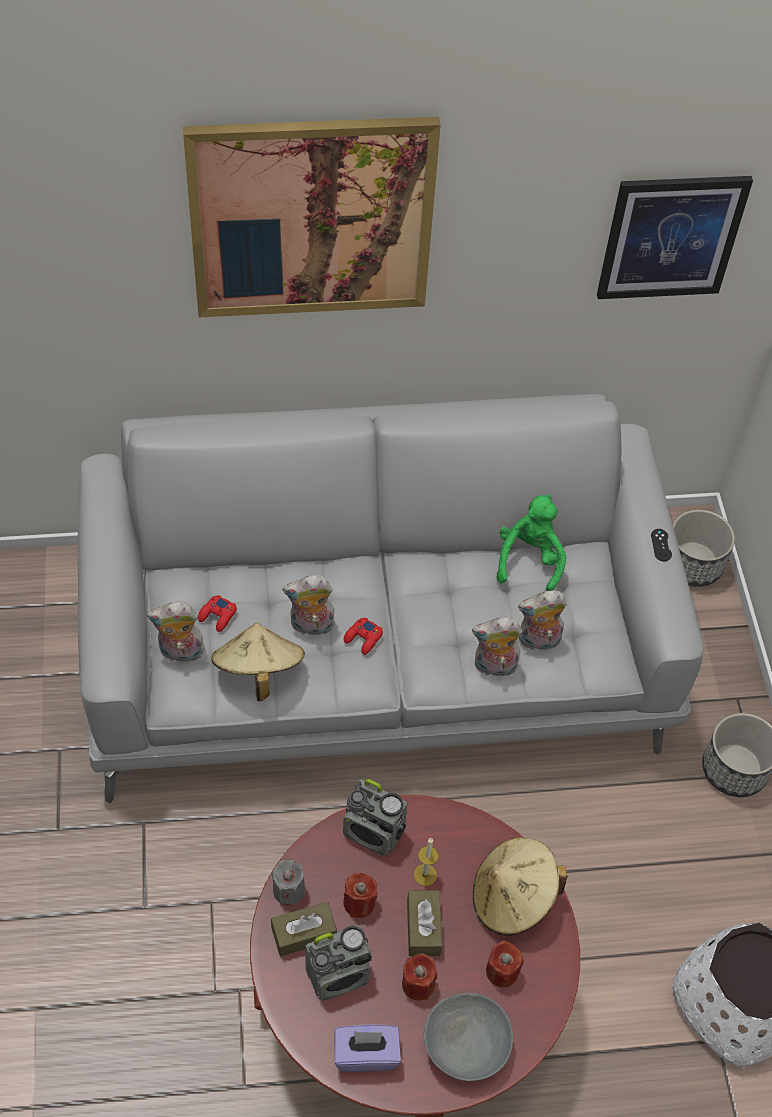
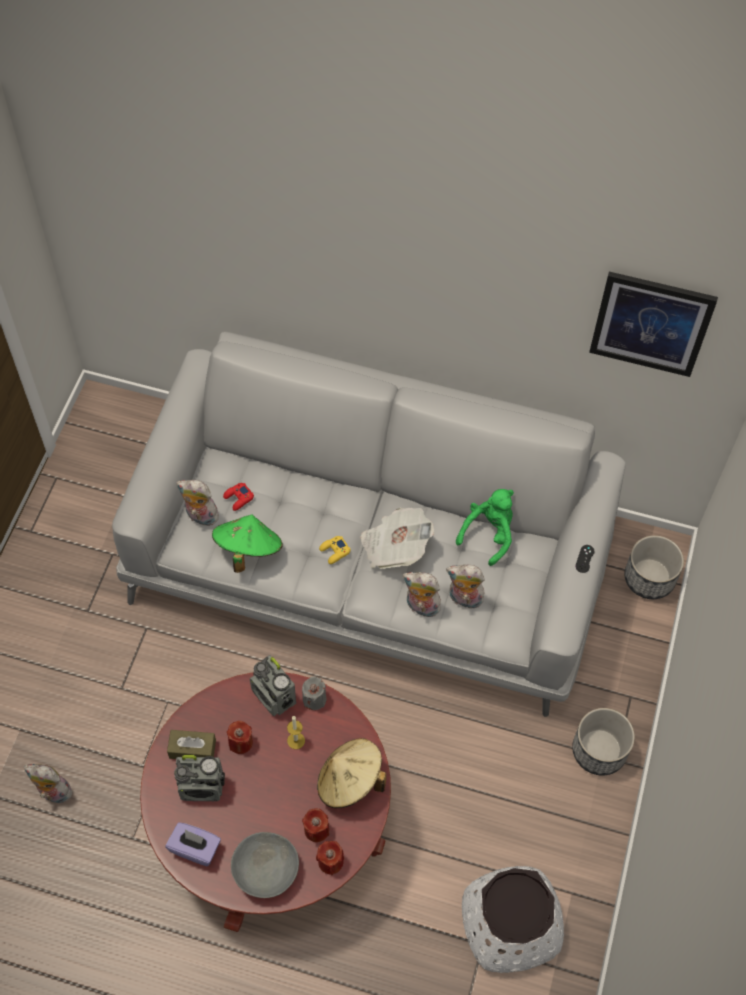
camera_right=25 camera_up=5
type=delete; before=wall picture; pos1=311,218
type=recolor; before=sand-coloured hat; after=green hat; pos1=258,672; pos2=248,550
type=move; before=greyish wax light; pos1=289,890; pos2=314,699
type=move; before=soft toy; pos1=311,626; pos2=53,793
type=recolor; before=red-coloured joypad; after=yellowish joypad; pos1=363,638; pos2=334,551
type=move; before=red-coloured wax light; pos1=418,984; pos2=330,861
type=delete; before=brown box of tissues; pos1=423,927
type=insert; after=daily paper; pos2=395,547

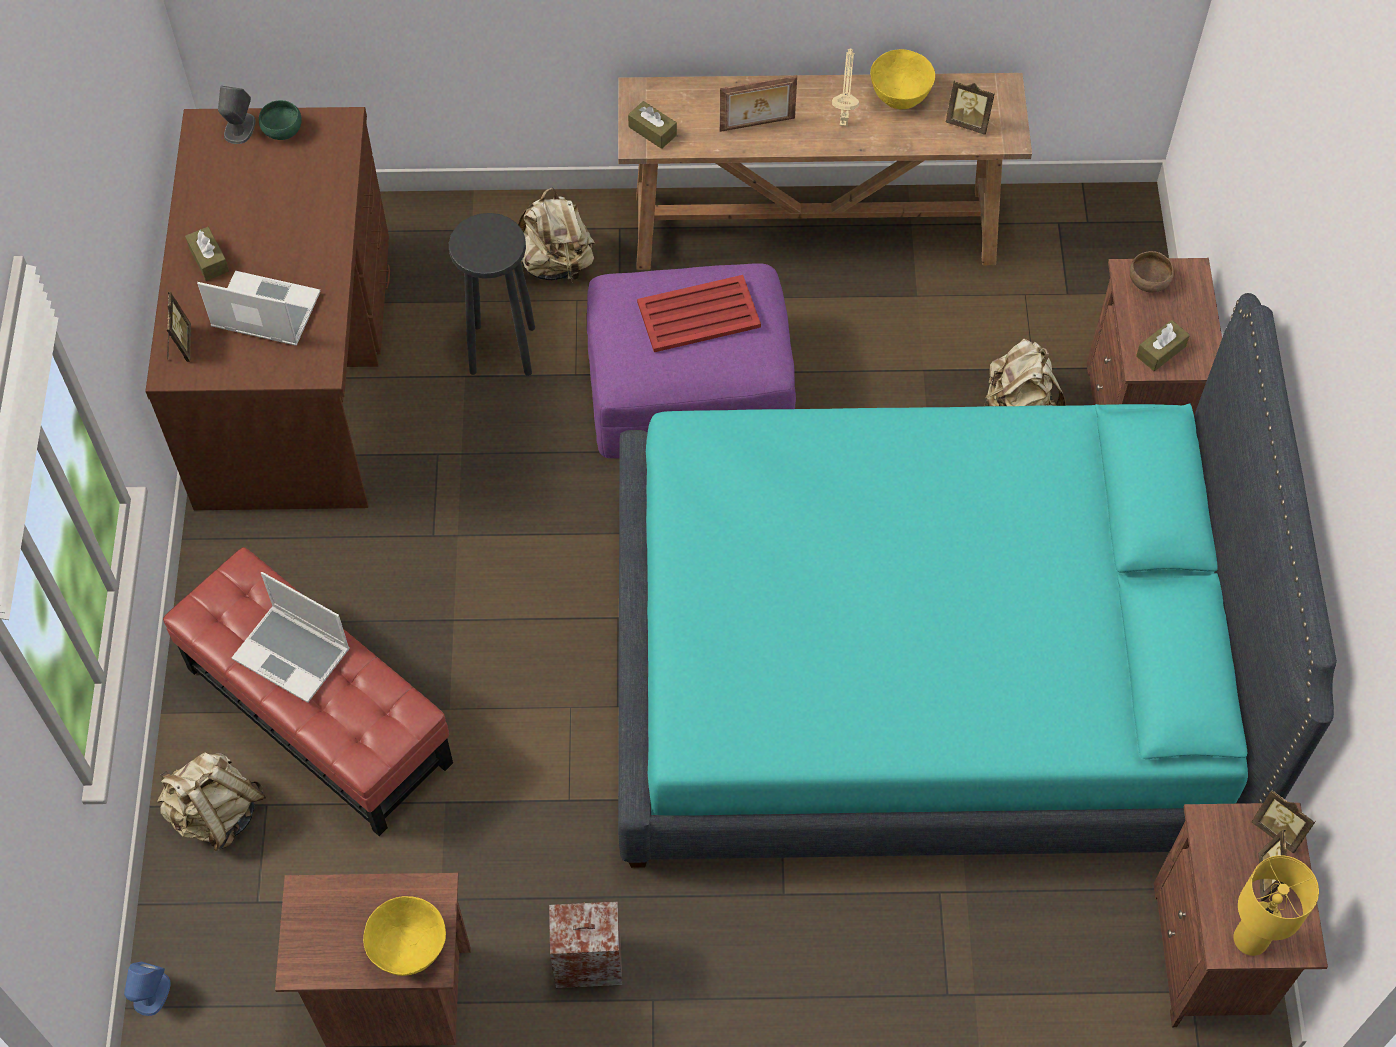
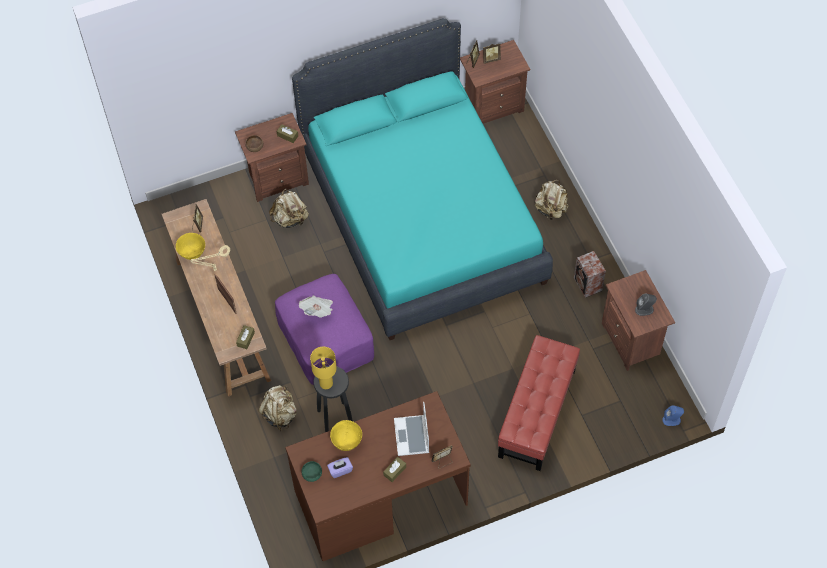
camera_right=-110 camera_up=0
type=move; before=sand-coloured rucksack; pos1=216,814; pos2=551,209
type=move; before=greyish speaker; pos1=239,128; pos2=644,309
type=delete; before=portable computer; pos1=294,654
type=move; before=yellowish serving bowl; pos1=409,948; pos2=346,442
type=replace; before=red-coloured carrying tray; after=daily paper; pos1=700,315; pos2=318,310
type=move; before=yellowish table lamp; pos1=1251,940; pos2=326,383
type=insert; after=purple-coloured box of tissues; pos2=340,470

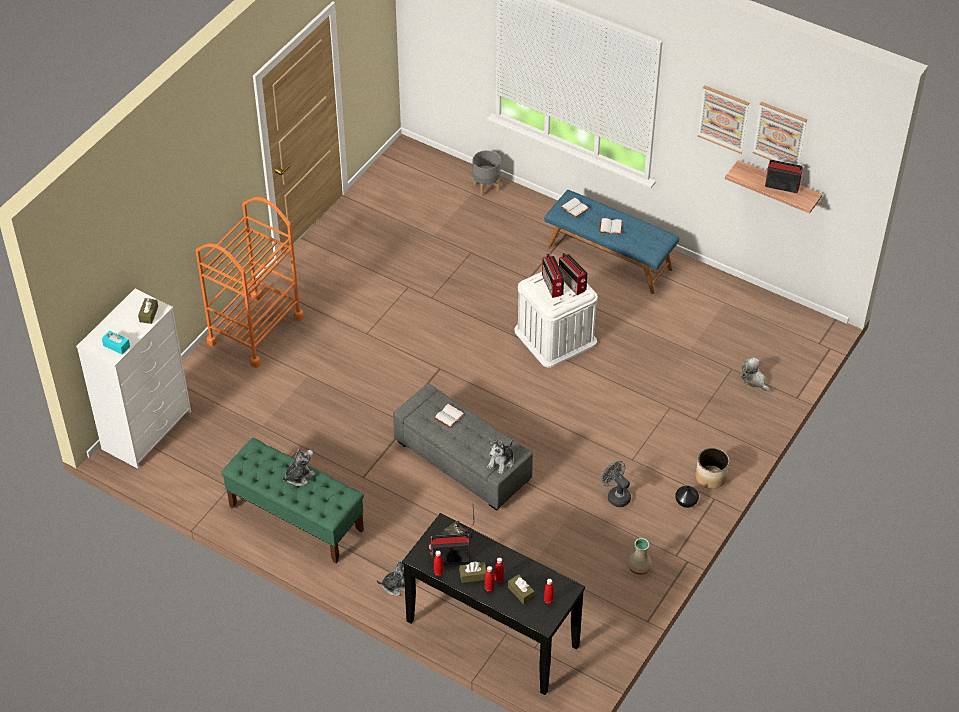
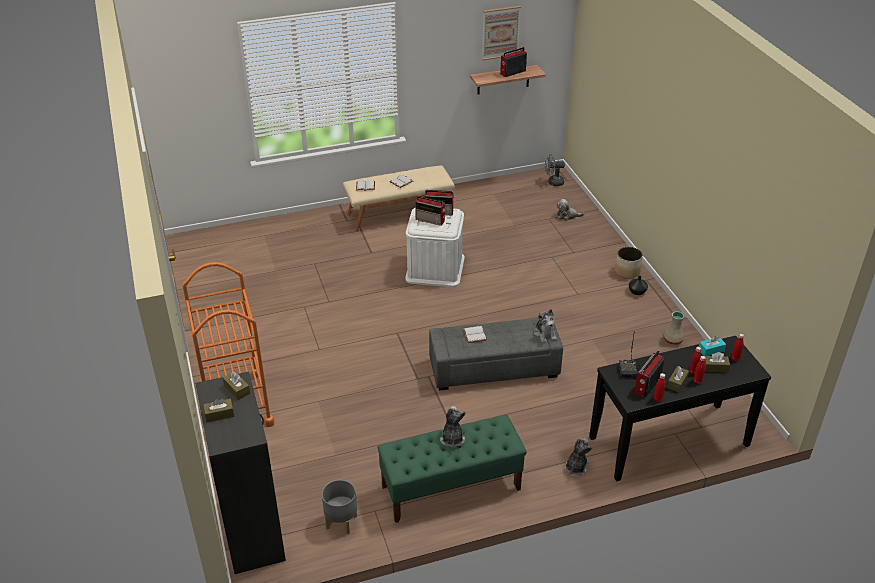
camera_right=-50 camera_up=-10
type=recolor; before=white drawer chest; after=black-coloured drawer chest; pos1=147,429; pos2=252,529
type=move; before=blue-green box of tissues; pos1=116,346; pos2=711,350
type=move; before=greyish flower pot; pos1=486,187; pos2=342,522
type=recolor; before=blue bench; after=sand-coloured bench; pos1=609,257; pos2=399,213
type=move; before=greyish electric fan; pos1=616,495; pos2=553,182
type=delete; before=wall picture; pos1=723,118
type=insert; after=brown box of tissues; pos2=219,414

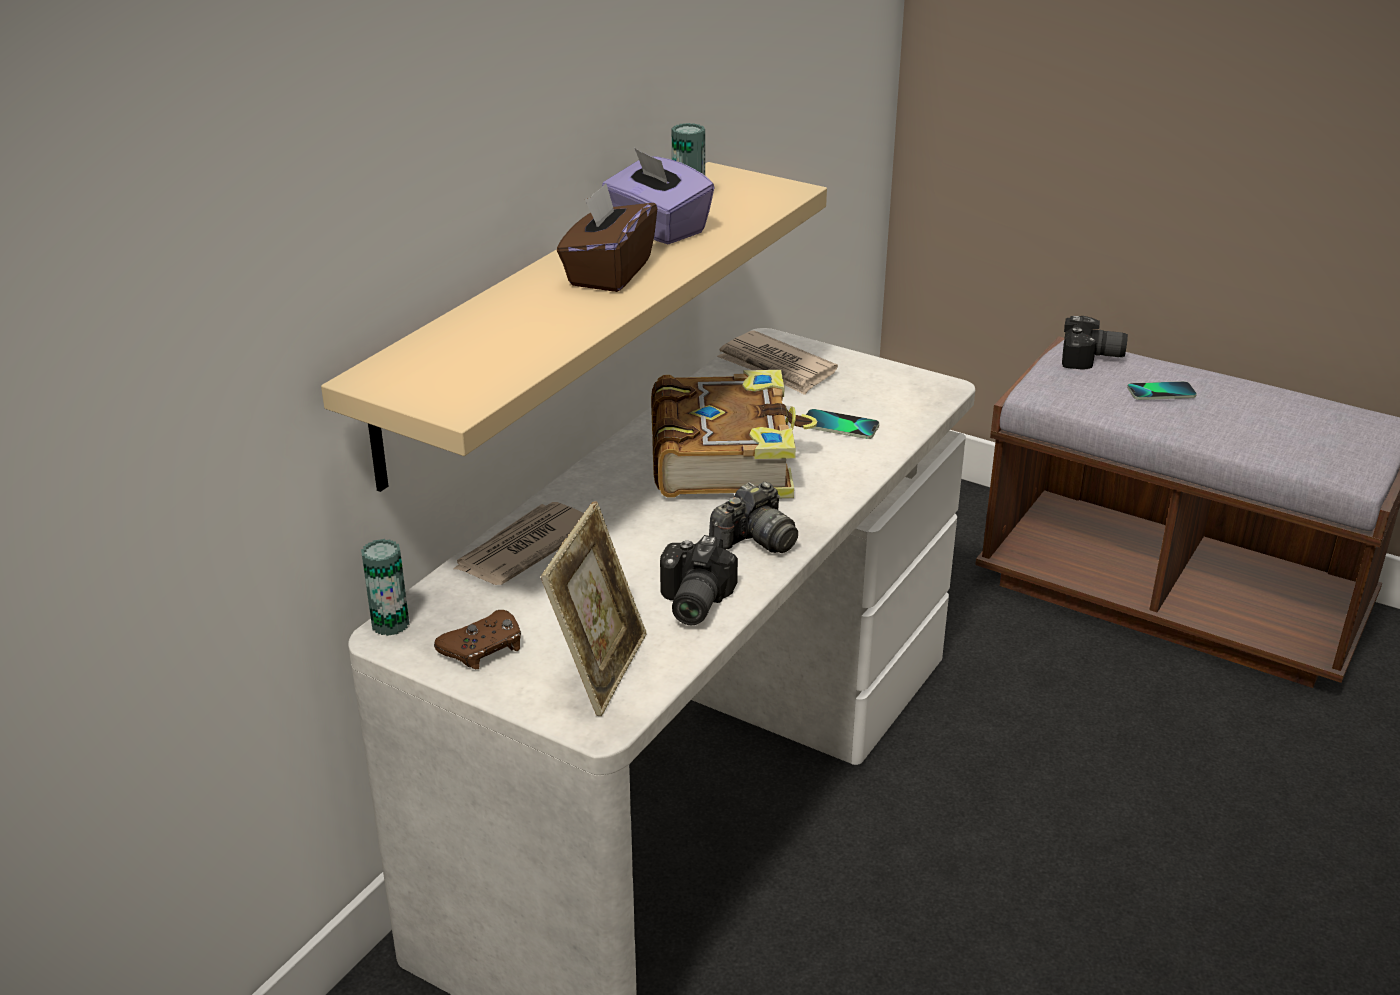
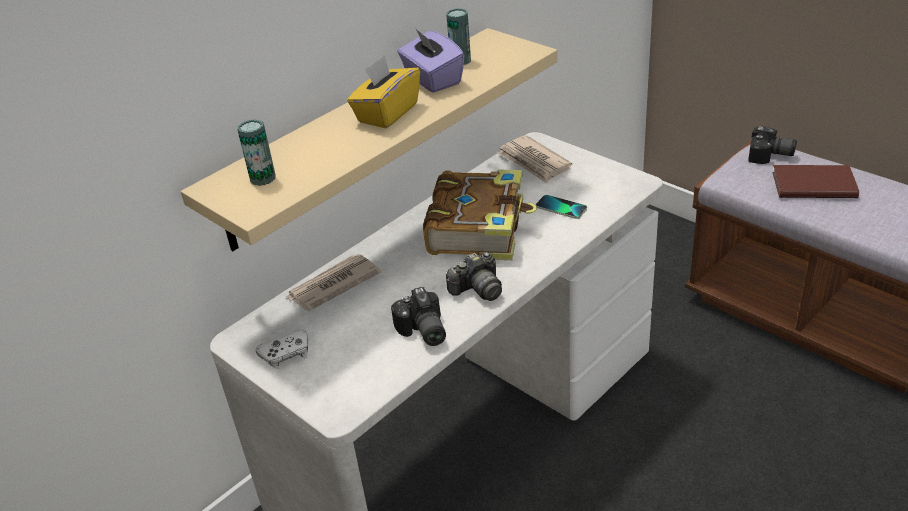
camera_right=15 camera_up=5
type=move; before=sealed can; pos1=390,624; pos2=263,178
type=recolor; before=brown joypad; after=white joypad; pos1=483,648; pos2=286,354
type=delete; before=picture frame; pos1=599,669
type=recolor; before=brown box of tissues; after=yellowish box of tissues; pos1=608,273; pos2=387,113
type=rotate; before=still camera; pos1=690,602; pos2=422,332; turn=-45
type=replace; before=phone; after=brown bound book; pos1=1161,392; pos2=812,184

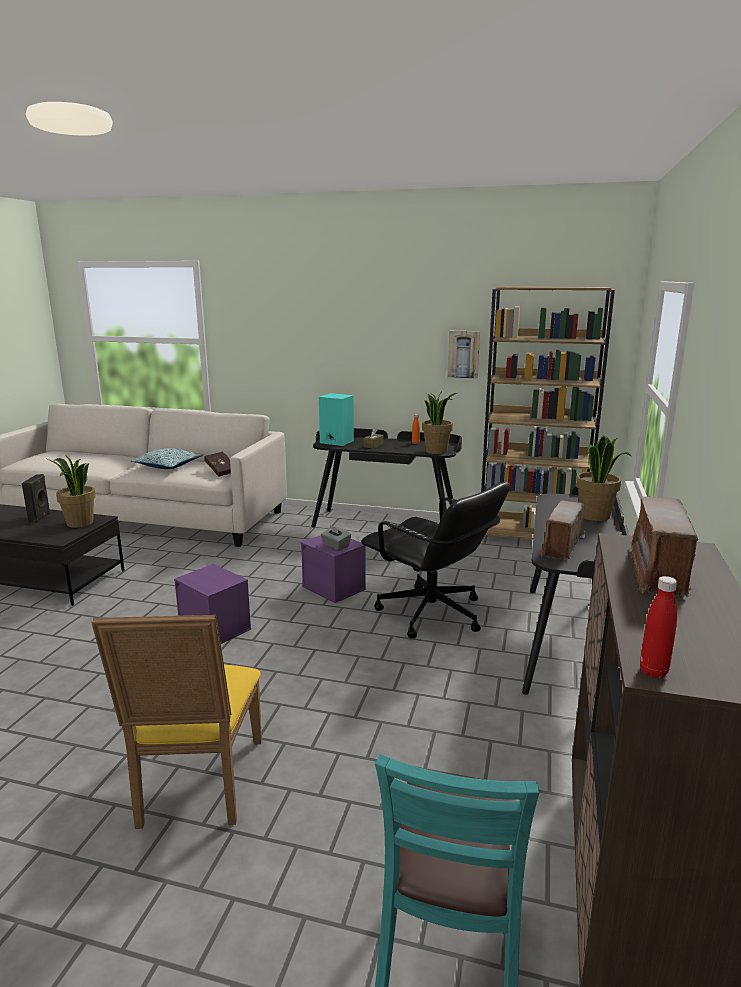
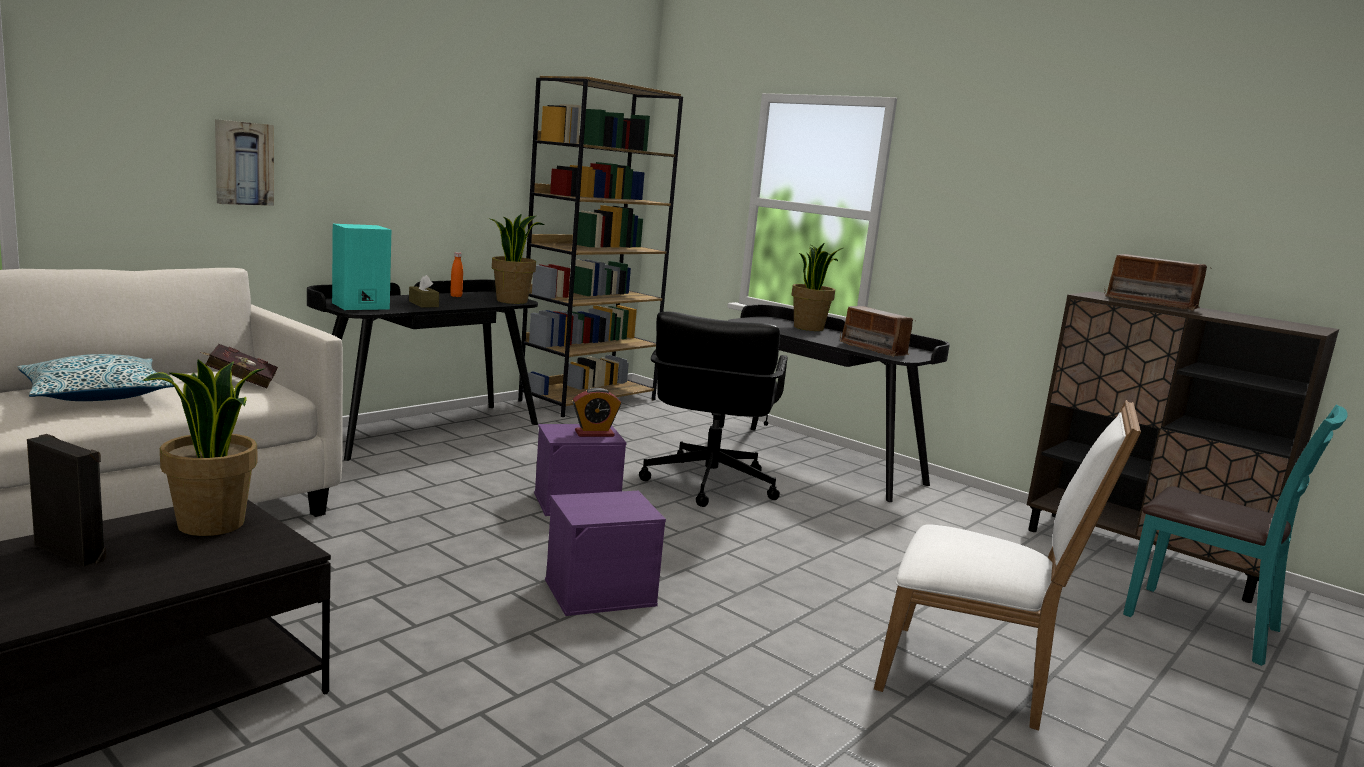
camera_right=-65 camera_up=-5
type=recolor; before=yellowish chair; after=white chair; pos1=196,787; pos2=974,680
type=replace; before=greyish box of tissues; after=alarm clock; pos1=335,546; pos2=594,433
type=rotate; before=black-coloured office chair; pos1=432,614; pos2=708,484; turn=120
type=move; before=wall picture; pos1=464,354; pos2=243,163
type=delete; before=red-coloured bottle; pos1=653,672

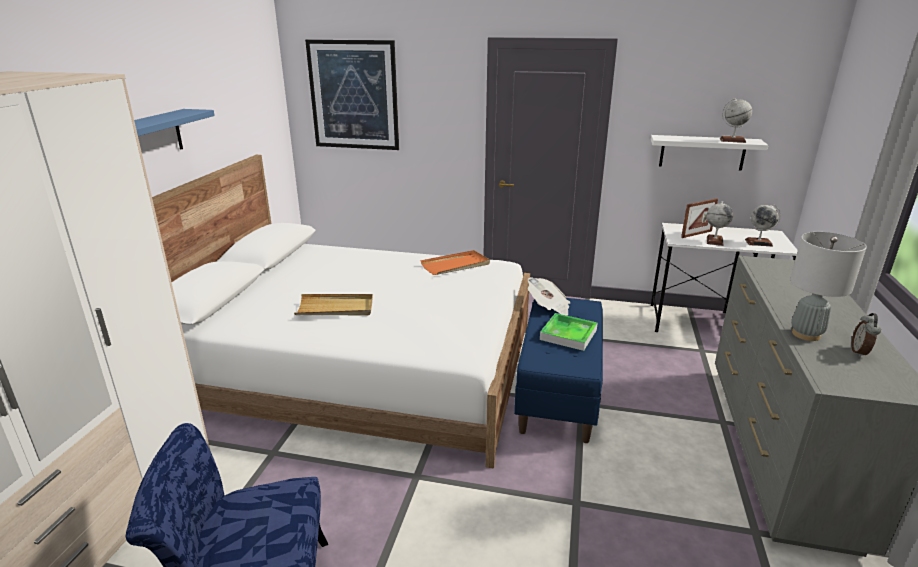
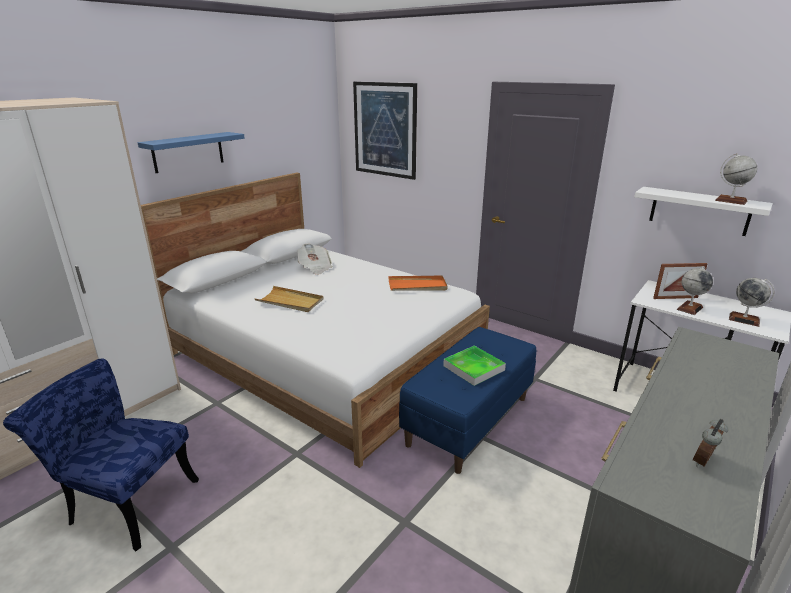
camera_right=25 camera_up=0
type=move; before=daily paper; pos1=548,307; pos2=315,268
type=delete; before=greyish table lamp; pos1=806,334

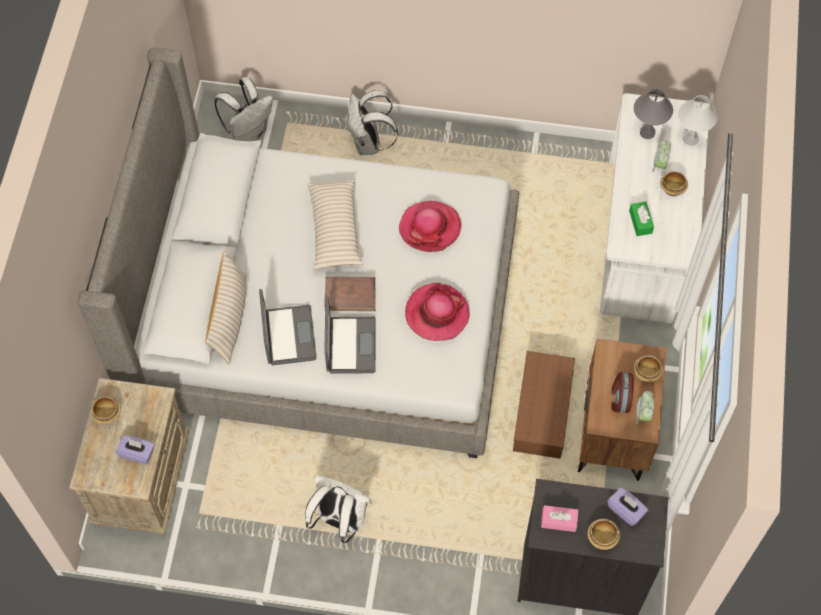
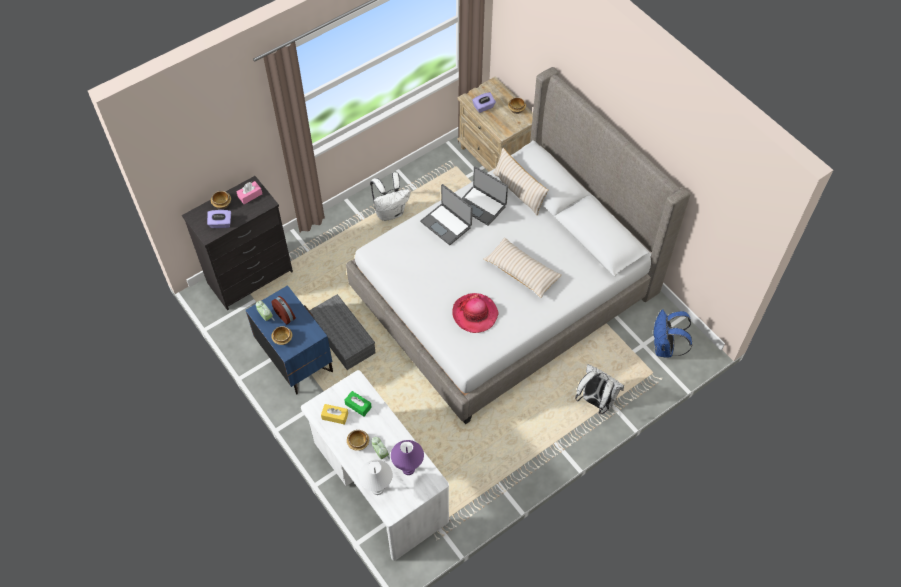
camera_right=135 camera_up=-5
type=recolor; before=white rucksack; after=blue rucksack; pos1=248,133; pos2=664,348
type=delete; before=brown bound book; pos1=350,295
type=delete; before=hat; pos1=437,314
type=recolor; before=brown storage bin; after=greyish storage bin; pos1=543,412; pos2=342,337
type=recolor; before=brown night table; after=blue night table; pos1=614,432; pos2=295,358
type=recolor; before=greyish table lamp; after=purple-coloured table lamp; pos1=647,132; pos2=408,469
type=insert; after=yellowish box of tissues; pos2=335,416

